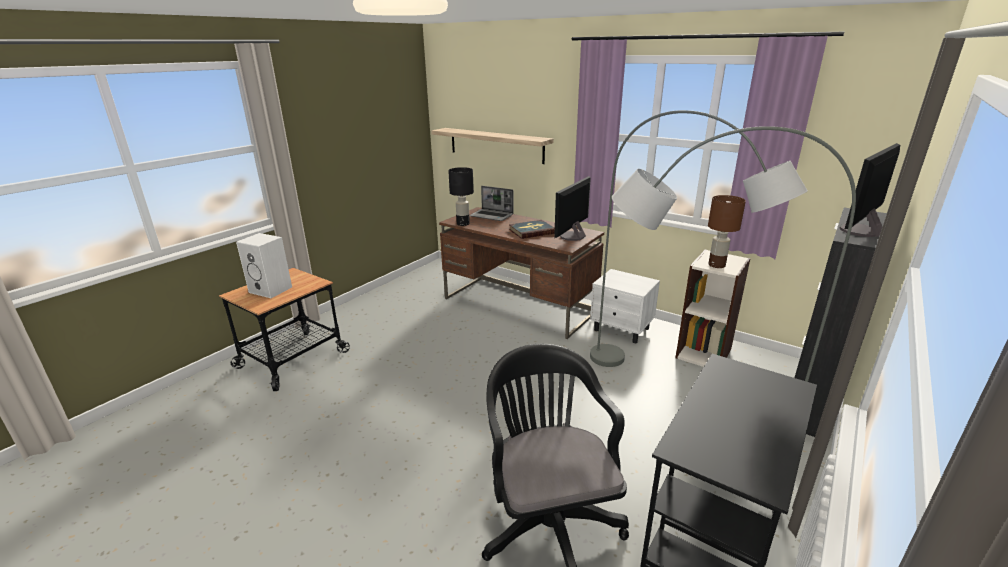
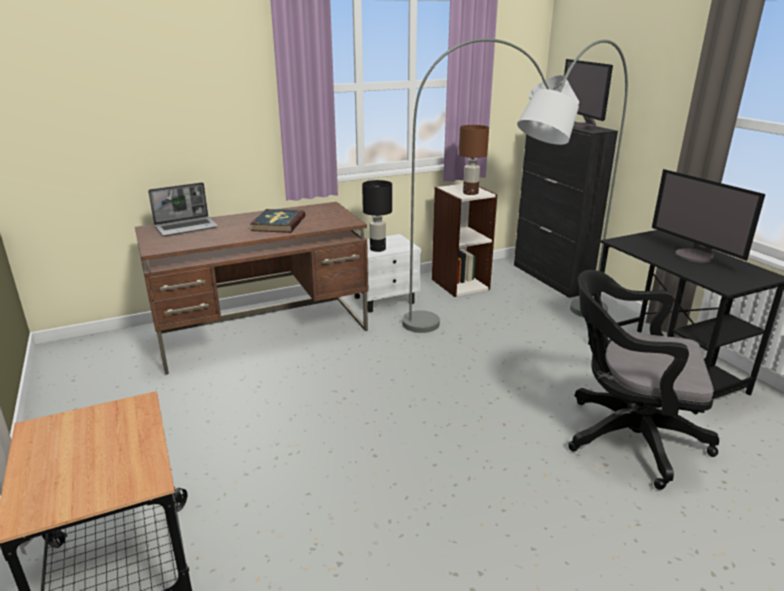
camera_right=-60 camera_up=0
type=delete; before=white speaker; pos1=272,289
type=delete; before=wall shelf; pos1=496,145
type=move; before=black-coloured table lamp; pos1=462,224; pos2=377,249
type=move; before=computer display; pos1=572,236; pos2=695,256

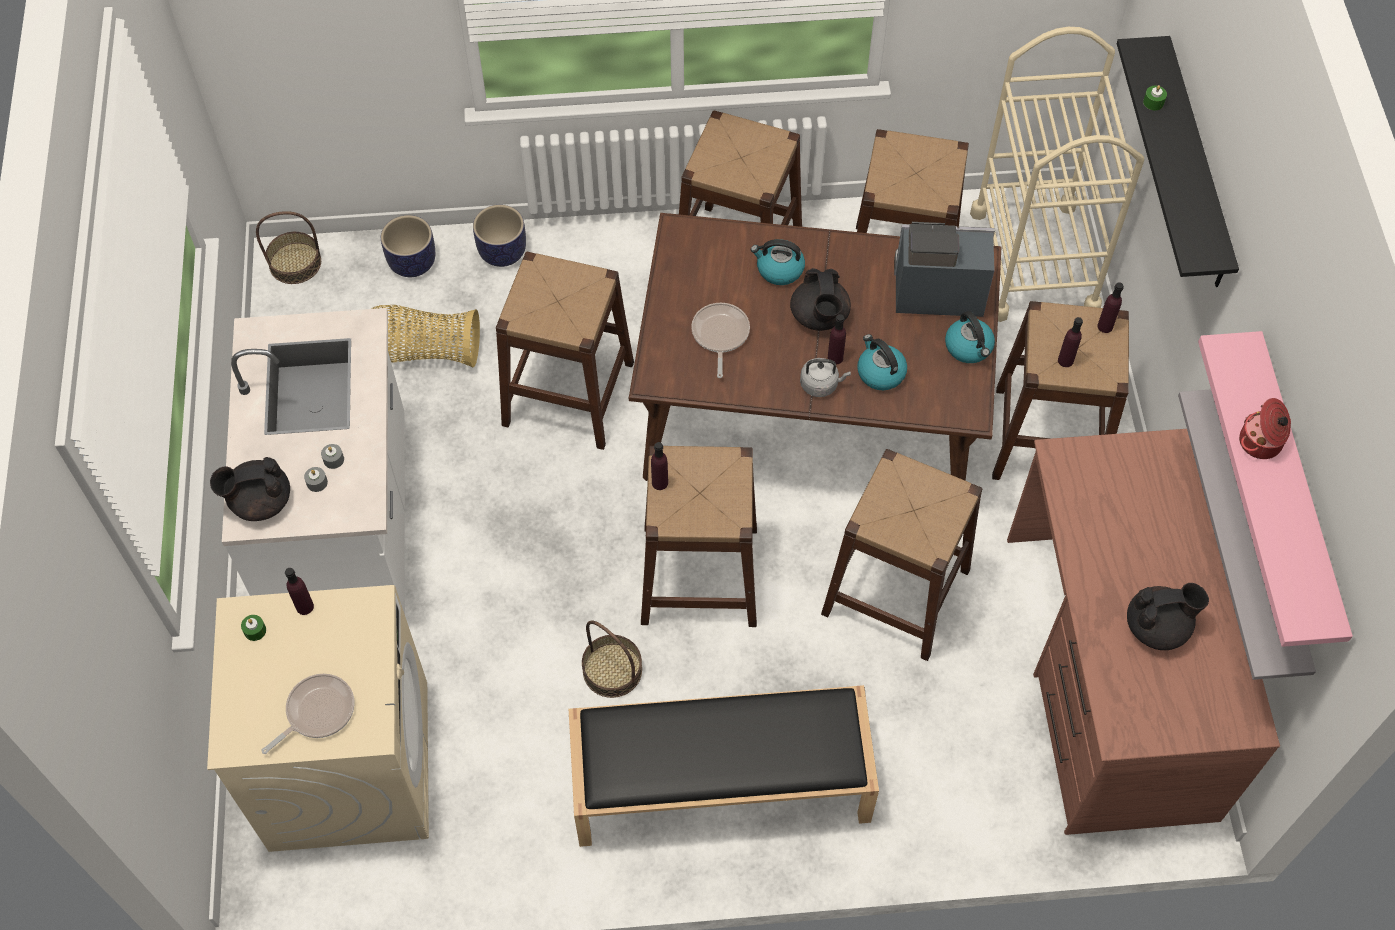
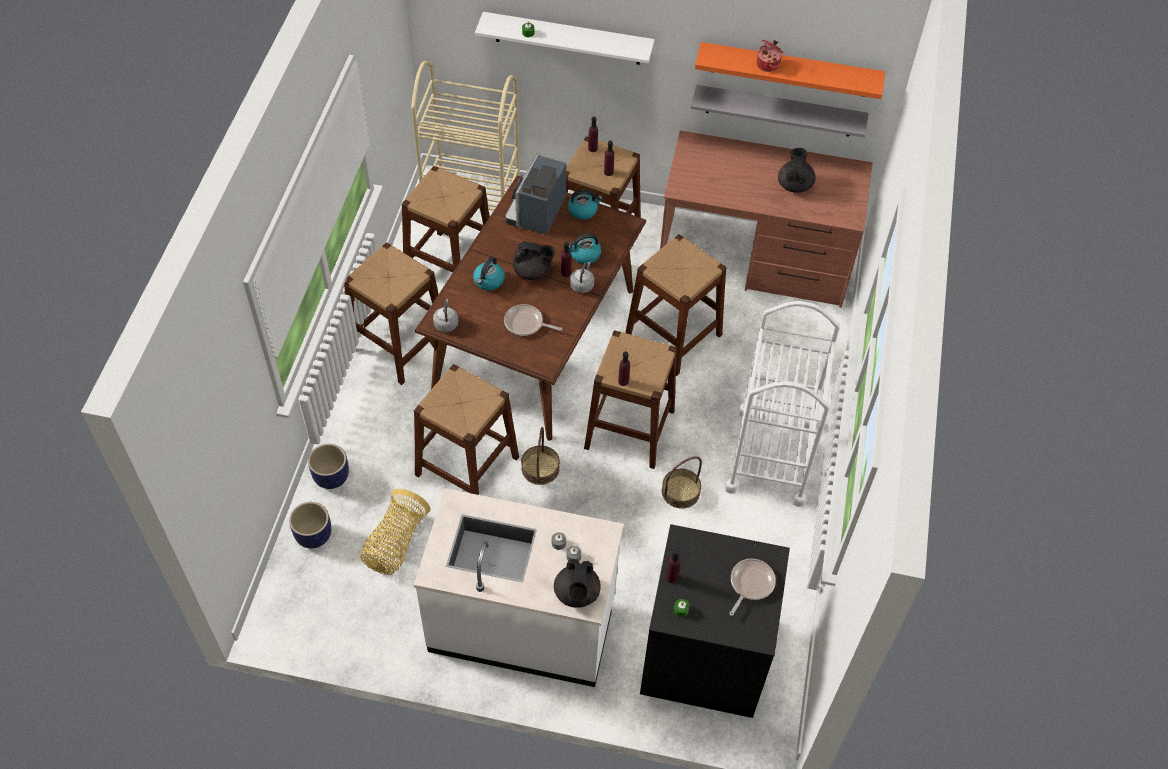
camera_right=-75 camera_up=-5
type=recolor; before=sand-coloured laundry appliance; after=black-coloured laundry appliance; pos1=349,764; pos2=703,656
type=move; before=storage basket; pos1=295,263; pos2=540,468
type=rotate; before=skillet; pos1=317,712; pos2=750,584; turn=60
type=replace; before=black-coloured bench; after=white wheeled cart; pos1=719,783; pos2=770,456
type=recolor; before=black-coloured wall shelf; after=white wall shelf; pos1=1196,166; pos2=567,38
type=recolor; before=pink wall shelf; after=orangey wall shelf; pos1=1295,492; pos2=789,70
type=insert; after=greyish kettle; pos2=446,323

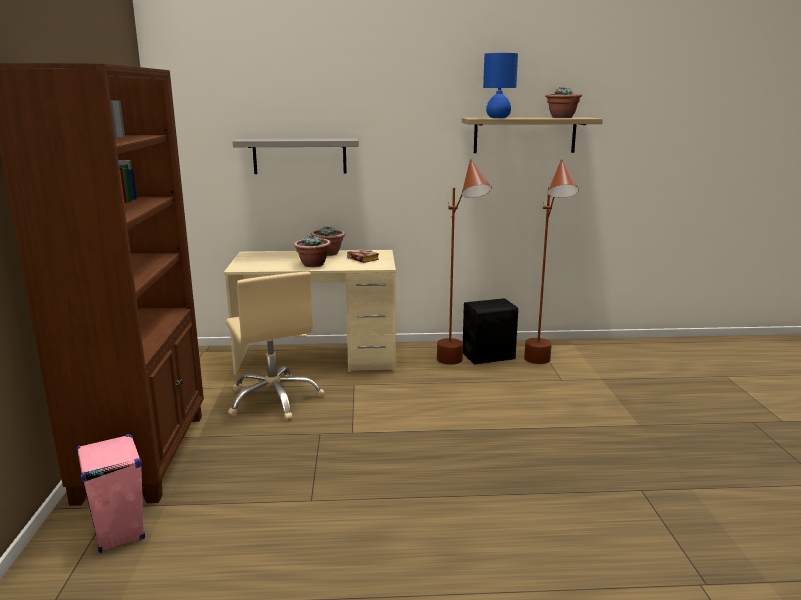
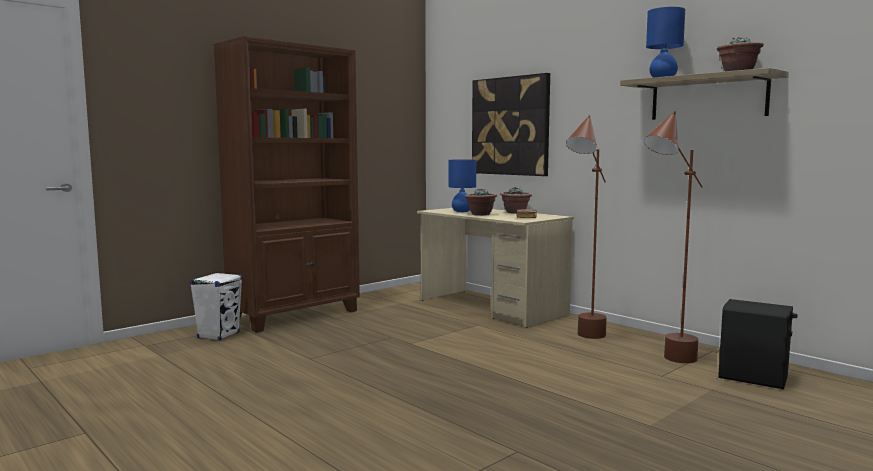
camera_right=50 camera_up=-10
type=recolor; before=pink speaker; after=white speaker; pos1=119,532; pos2=218,335
type=delete; before=sand-coloured office chair; pos1=274,399
type=replace; before=greyish wall shelf; after=wall picture; pos1=299,156; pos2=510,126
type=move; before=black-coloured speaker; pos1=488,356; pos2=753,377
type=insert; after=blue table lamp; pos2=462,211

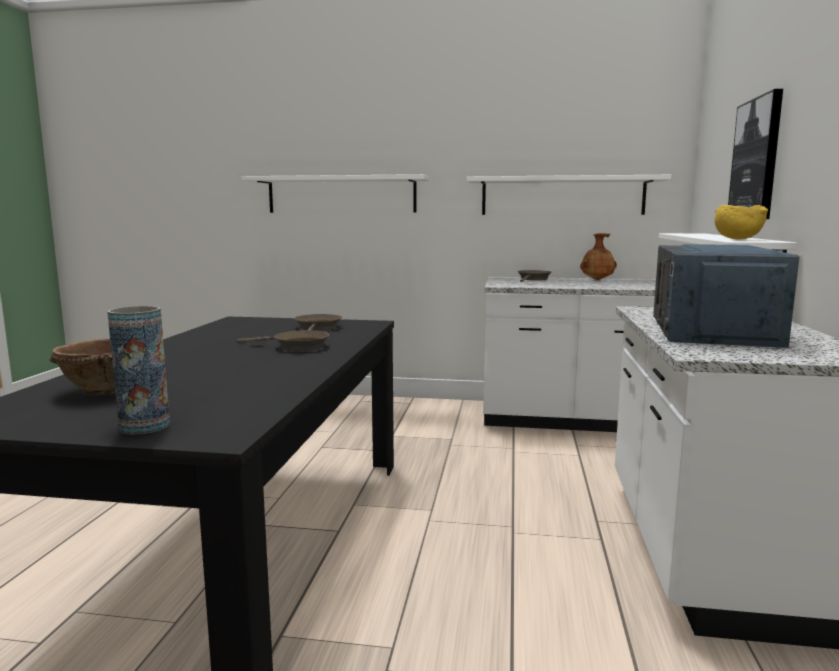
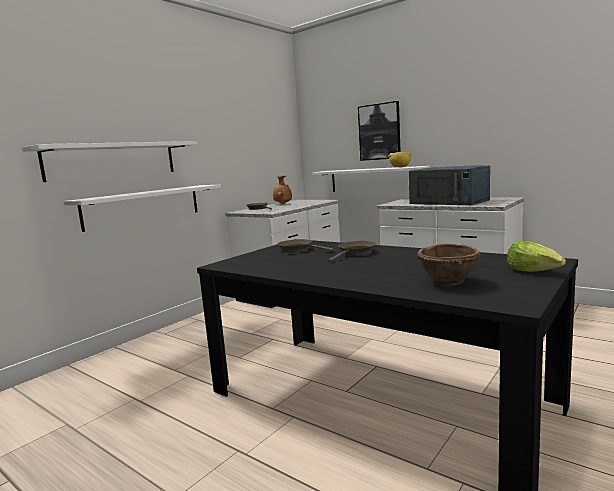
camera_right=-60 camera_up=0
type=replace; before=flower vase; after=lettuce; pos1=144,426; pos2=533,271
type=move; before=white wall shelf; pos1=562,196; pos2=143,206

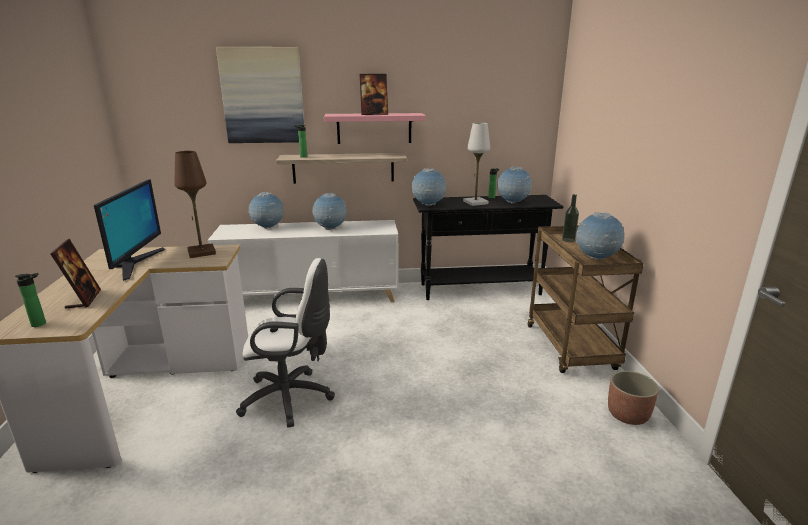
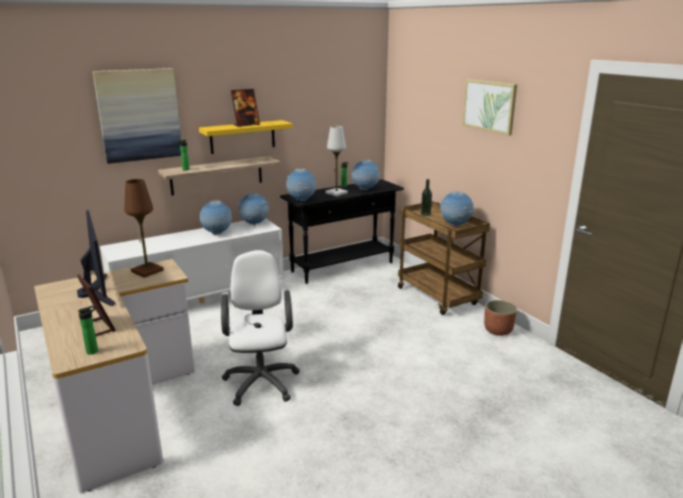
camera_right=-25 camera_up=0
type=rotate; before=white office chair; pos1=292,398; pos2=261,380; turn=-75
type=move; before=desk globe; pos1=268,228; pos2=254,224
type=recolor; before=pink wall shelf; after=yellowish wall shelf; pos1=374,128; pos2=242,137
type=insert; after=wall picture; pos2=489,106

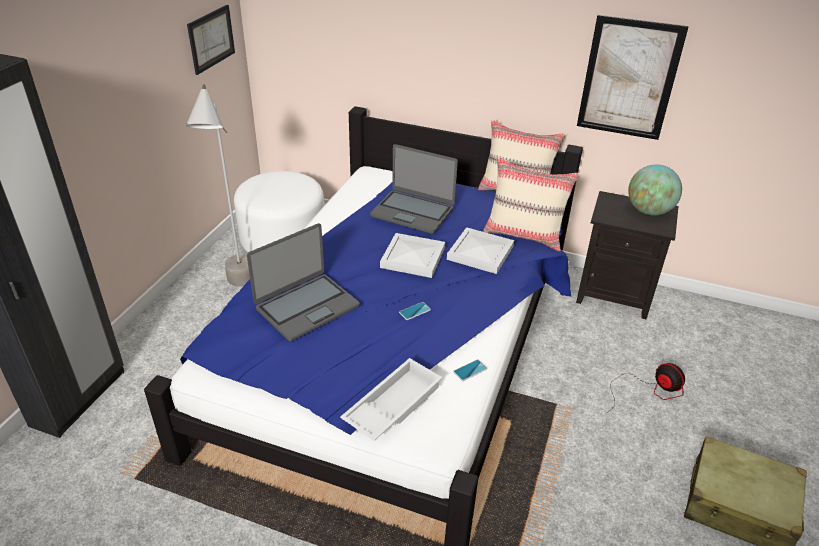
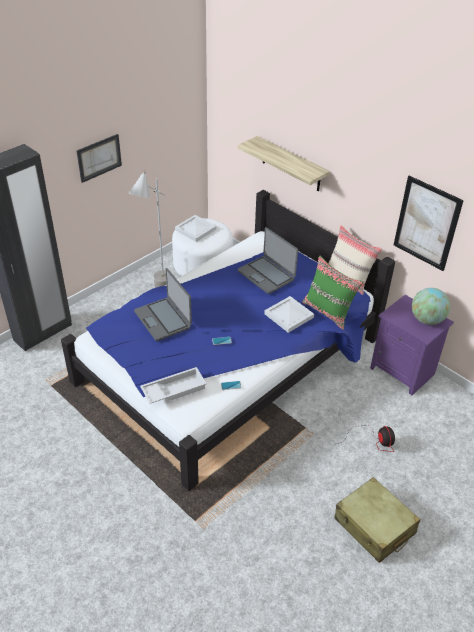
camera_right=25 camera_up=5
type=move; before=wall picture; pos1=211,39; pos2=99,157
type=rotate; before=portable computer; pos1=306,307; pos2=163,319; turn=75
type=move; before=white carrying tray; pos1=412,257; pos2=195,229
type=recolor; before=sand-coloured pillow; after=green pillow; pos1=524,235; pos2=328,312
type=recolor; before=black-coloured night table; after=purple-coloured night table; pos1=615,294; pos2=403,371
type=insert; after=wall shelf; pos2=291,164

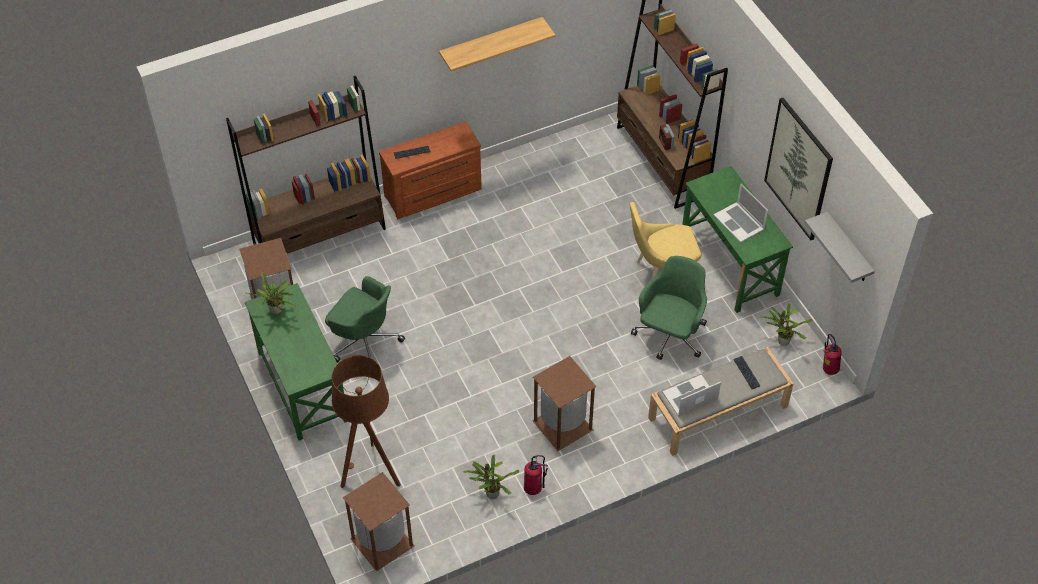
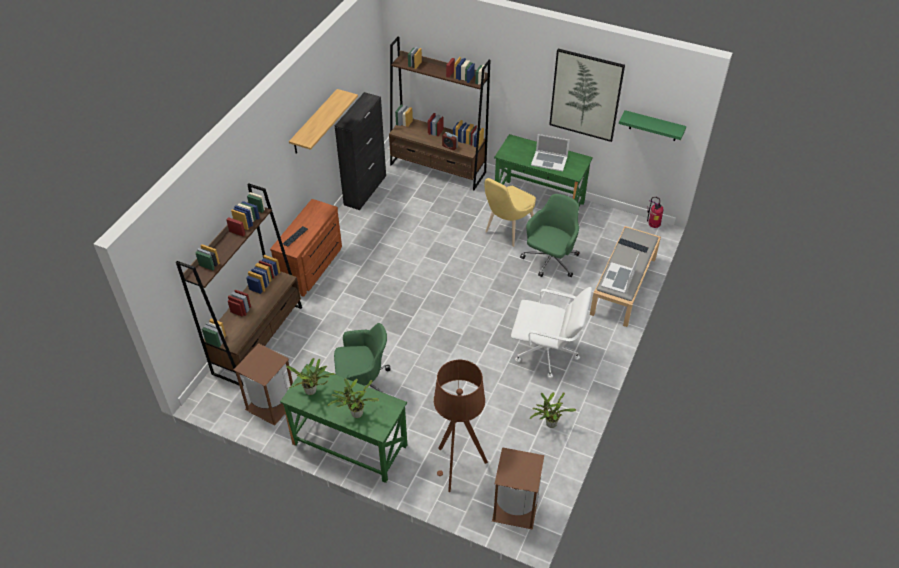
camera_right=-40 camera_up=-5
type=delete; before=fire-fighting cylinder; pos1=533,488
type=replace; before=brown rubbish bin; after=white office chair; pos1=562,426; pos2=547,353
type=rotate; before=green office chair; pos1=670,336; pos2=550,261; turn=45
type=move; before=houseplant; pos1=782,340; pos2=355,414
type=recolor; before=greyish wall shelf; after=green wall shelf; pos1=848,249; pos2=653,126
type=insert; after=black-coloured cabinet; pos2=365,190

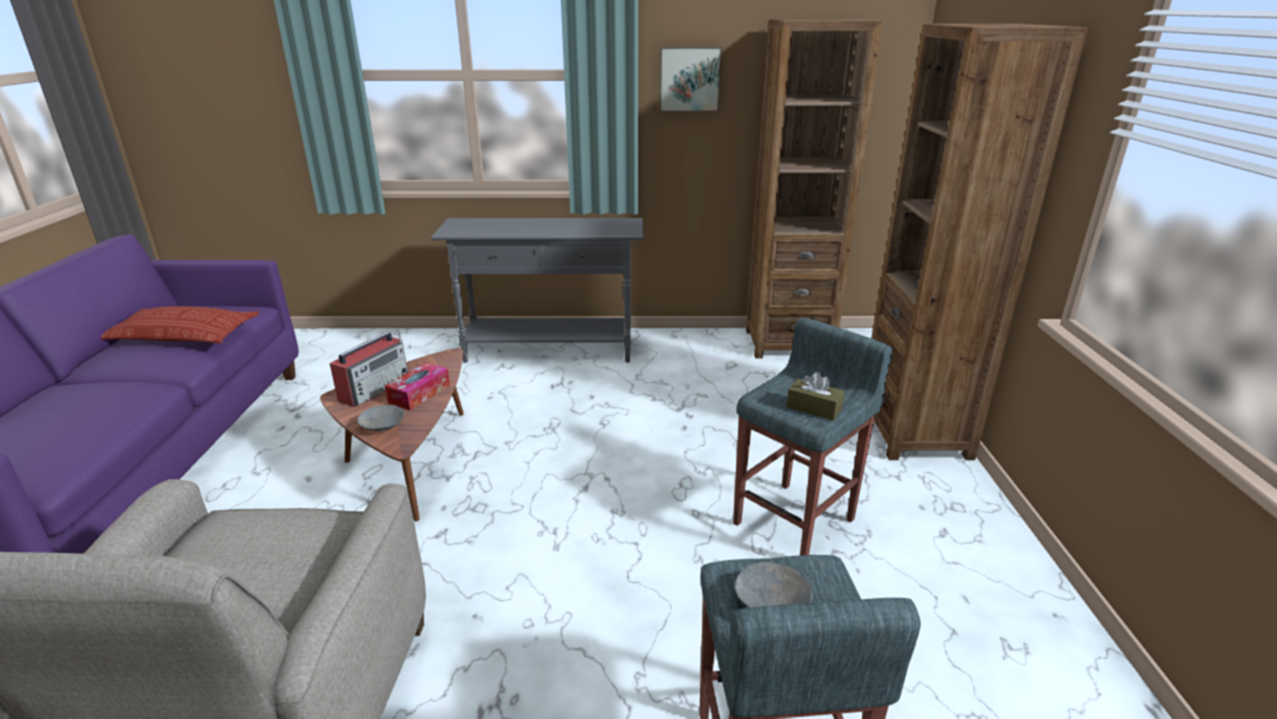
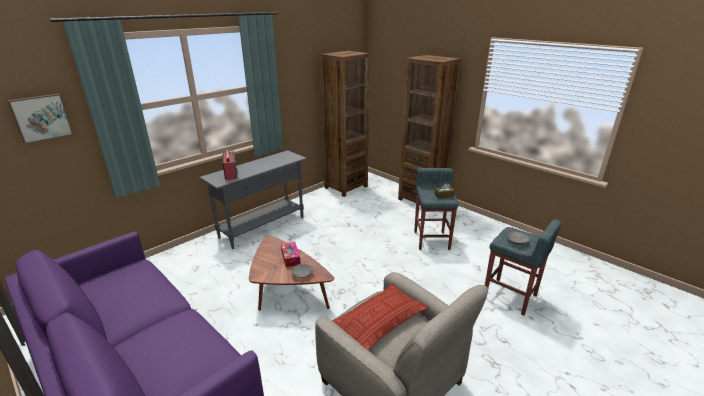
camera_right=-45 camera_up=0
type=move; before=pillow; pos1=182,335; pos2=380,320
type=move; before=radio receiver; pos1=375,388; pos2=231,173
type=move; before=wall picture; pos1=689,79; pos2=41,117

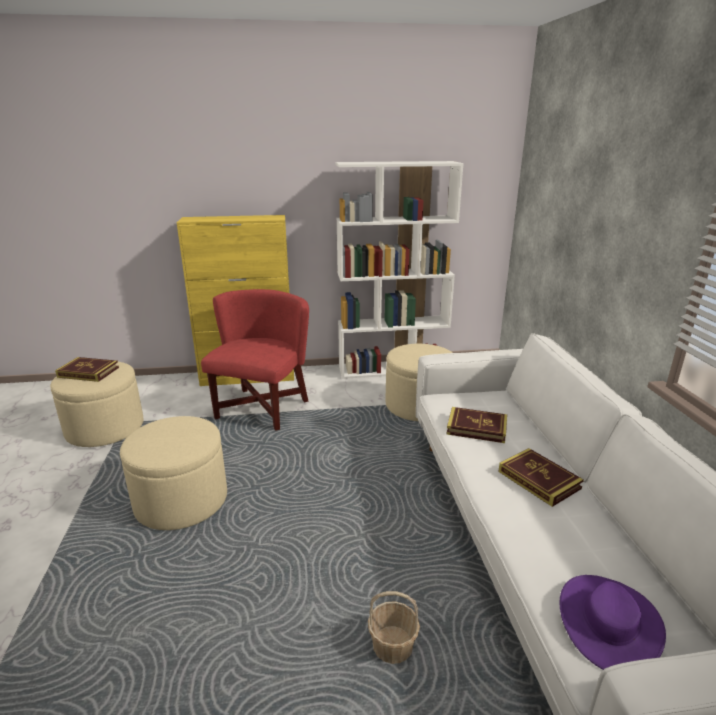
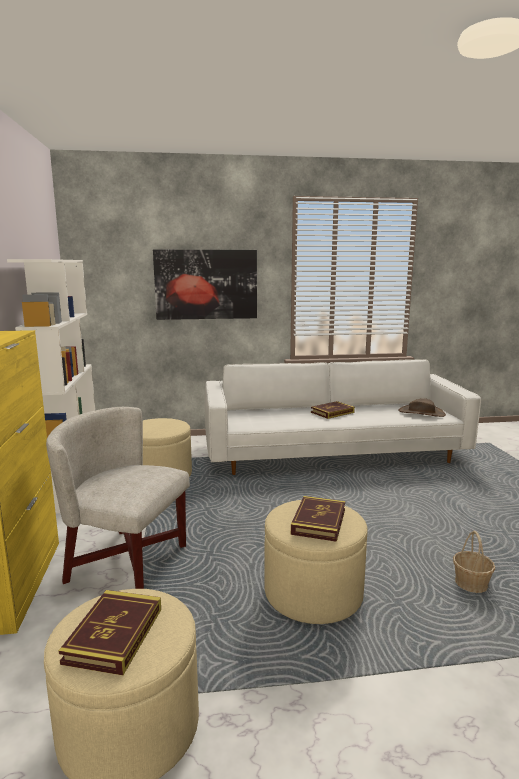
camera_right=-90 camera_up=-10
type=recolor; before=red-coloured easy chair; after=white easy chair; pos1=262,408; pos2=127,561
type=move; before=storage basket; pos1=393,646; pos2=471,584
type=move; before=bound book; pos1=476,428; pos2=318,522
type=recolor; before=purple-coloured hat; after=brown hat; pos1=608,622; pos2=421,413
type=insert; after=wall picture; pos2=206,284

